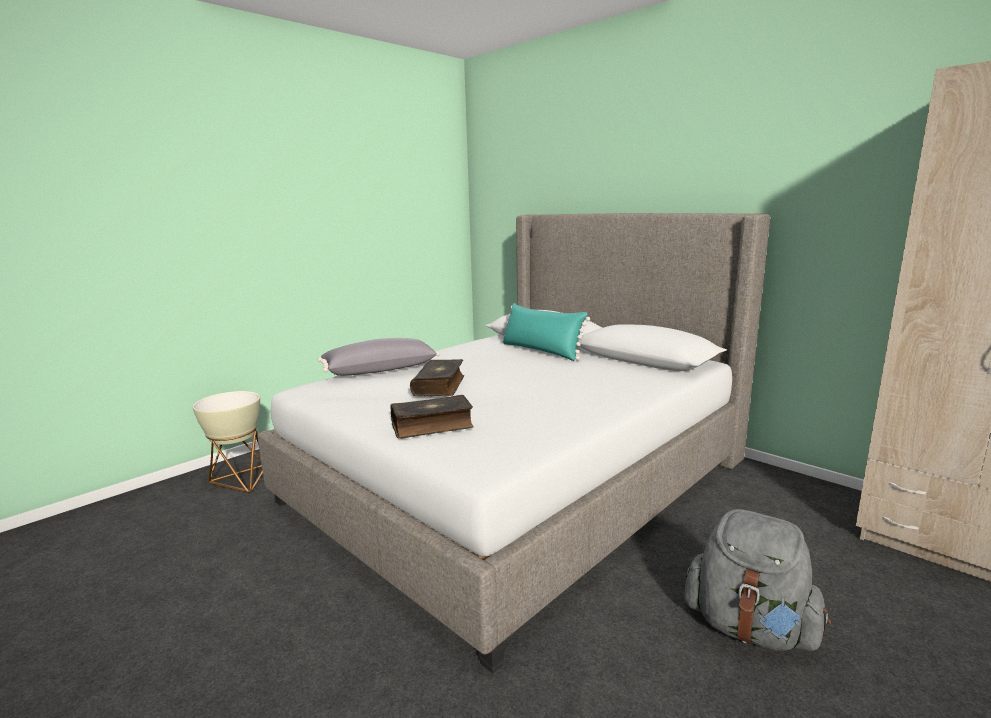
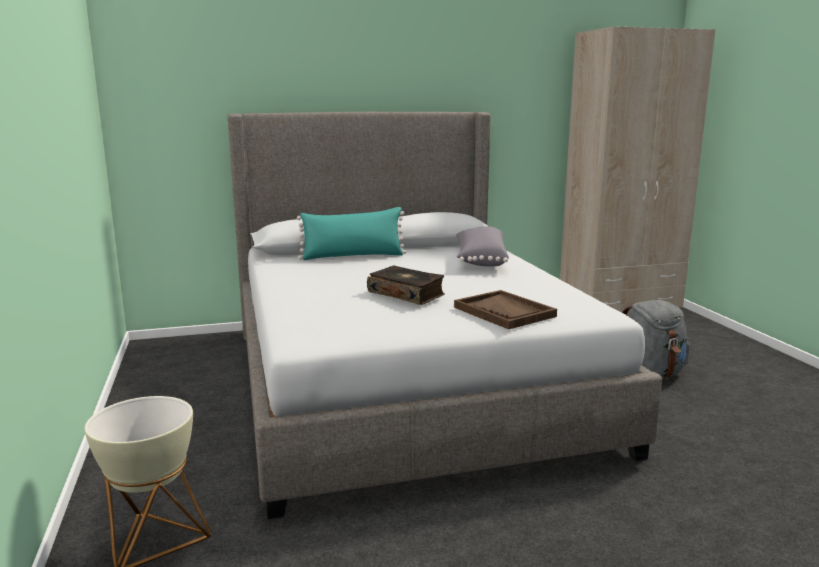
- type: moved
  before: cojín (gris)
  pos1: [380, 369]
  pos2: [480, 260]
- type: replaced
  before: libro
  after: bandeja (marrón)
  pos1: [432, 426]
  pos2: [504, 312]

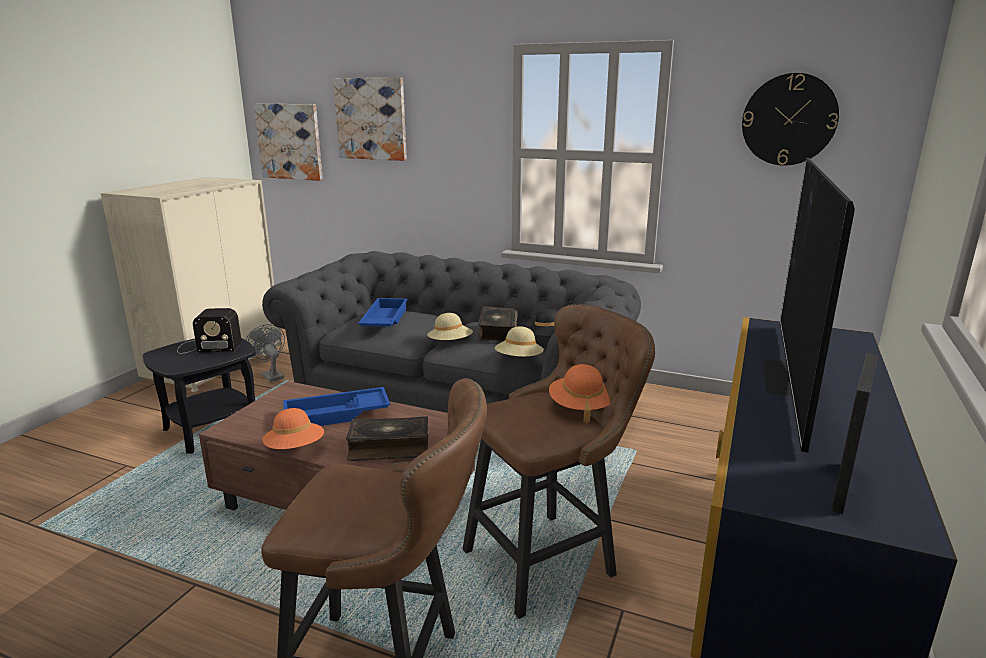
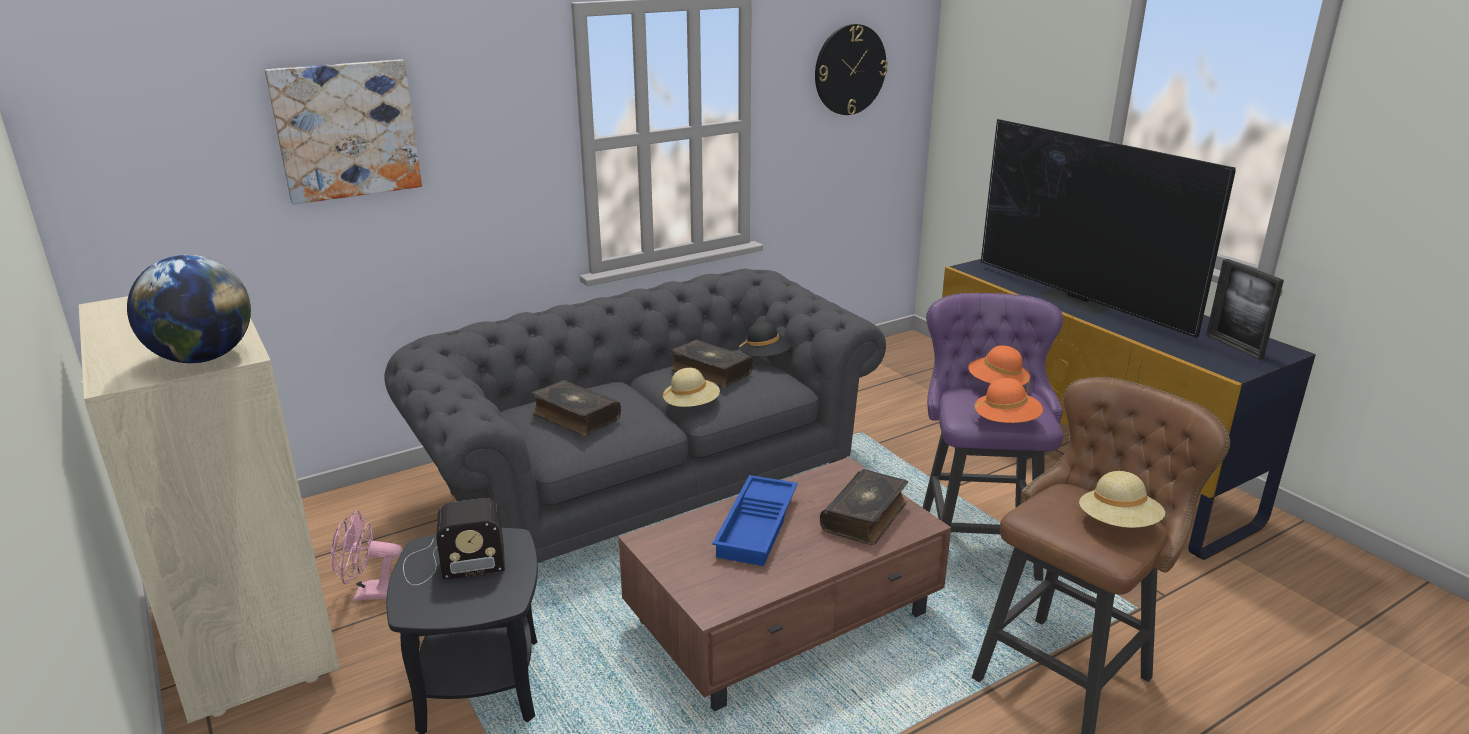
- type: removed
  before: cuadro
  pos1: [290, 141]
- type: replaced
  before: bandeja (azul)
  after: libro
  pos1: [383, 320]
  pos2: [575, 417]
- type: recoloured
  before: taburete (marrón)
  after: taburete (morado)
  pos1: [553, 556]
  pos2: [976, 534]
- type: turned
  before: radio
  pos1: [207, 346]
  pos2: [451, 563]
  turn: 45
- type: recoloured
  before: ventilador (gris)
  after: ventilador (rosa)
  pos1: [270, 375]
  pos2: [370, 593]
- type: moved
  before: sombrero (beis)
  pos1: [519, 360]
  pos2: [1118, 524]
- type: moved
  before: sombrero (naranja)
  pos1: [295, 448]
  pos2: [1006, 422]
- type: added
  after: globo terráqueo
  pos2: [202, 358]

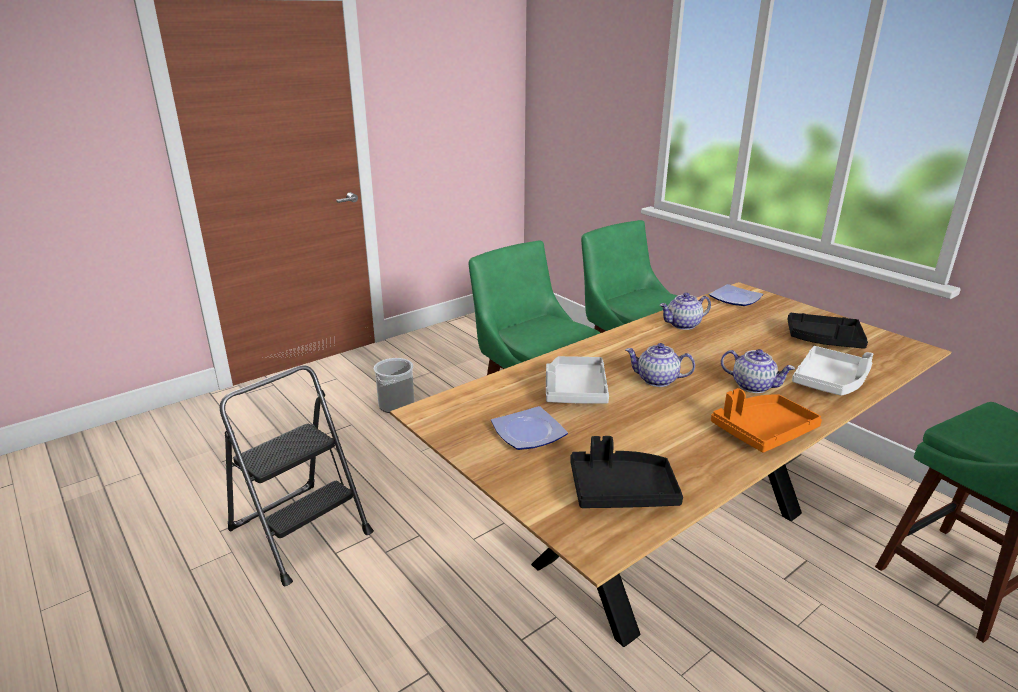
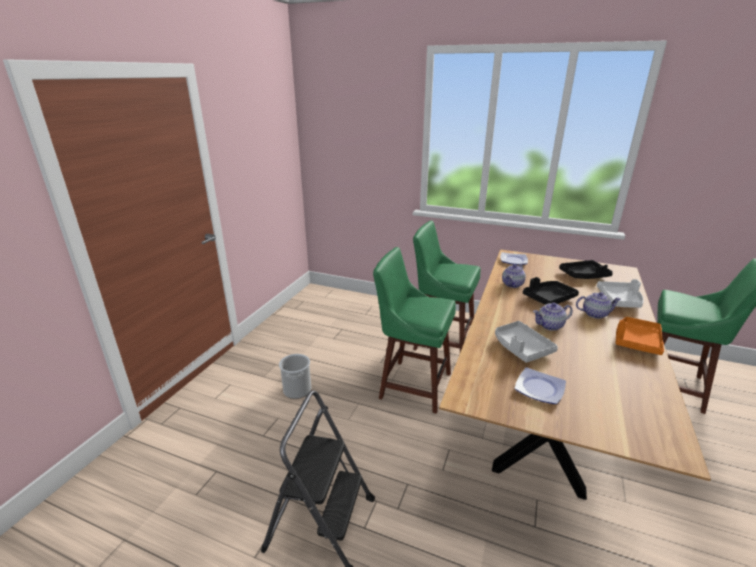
- type: moved
  before: bandeja (negro)
  pos1: [621, 491]
  pos2: [548, 298]

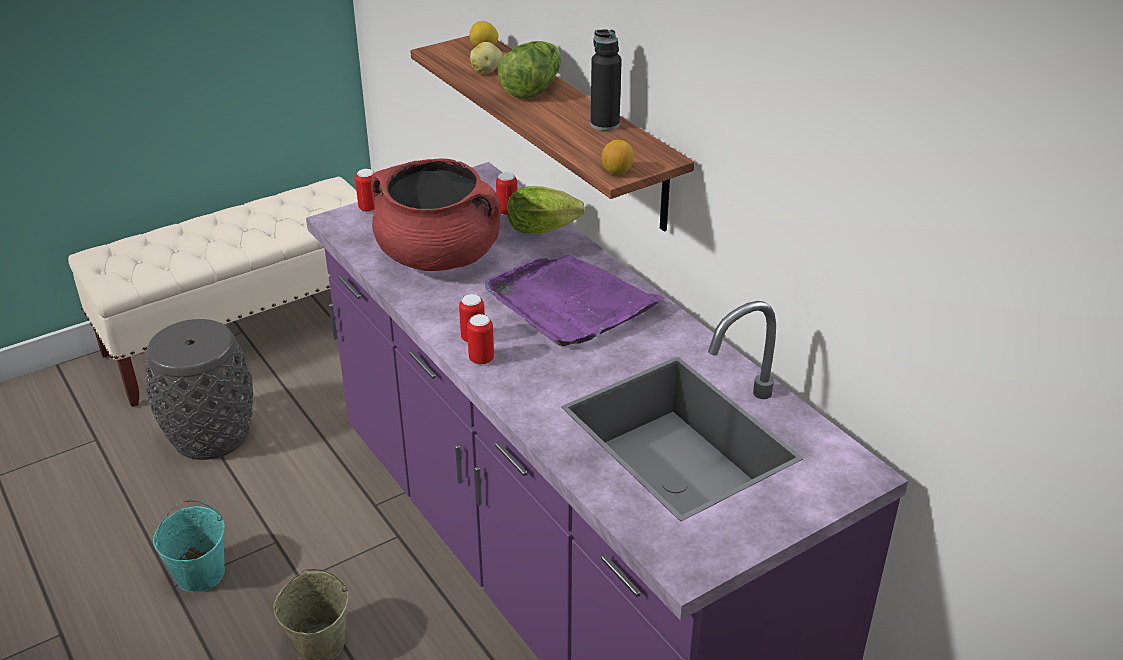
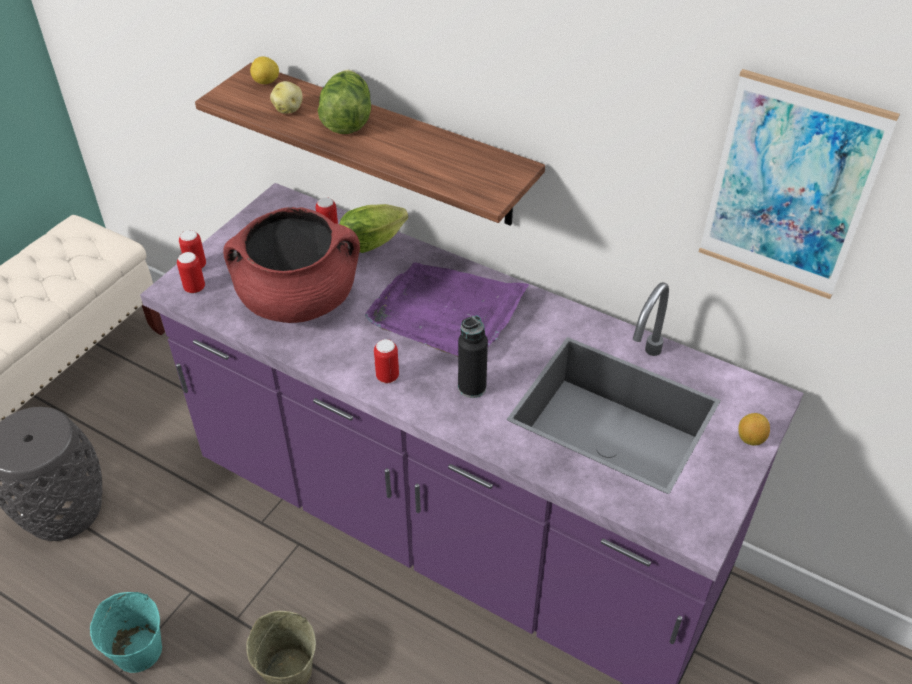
- type: moved
  before: botella (negro)
  pos1: [604, 124]
  pos2: [472, 387]
- type: moved
  before: limón
  pos1: [617, 171]
  pos2: [750, 438]
- type: moved
  before: lata
  pos1: [481, 359]
  pos2: [194, 288]
- type: added
  after: cuadro
  pos2: [789, 188]

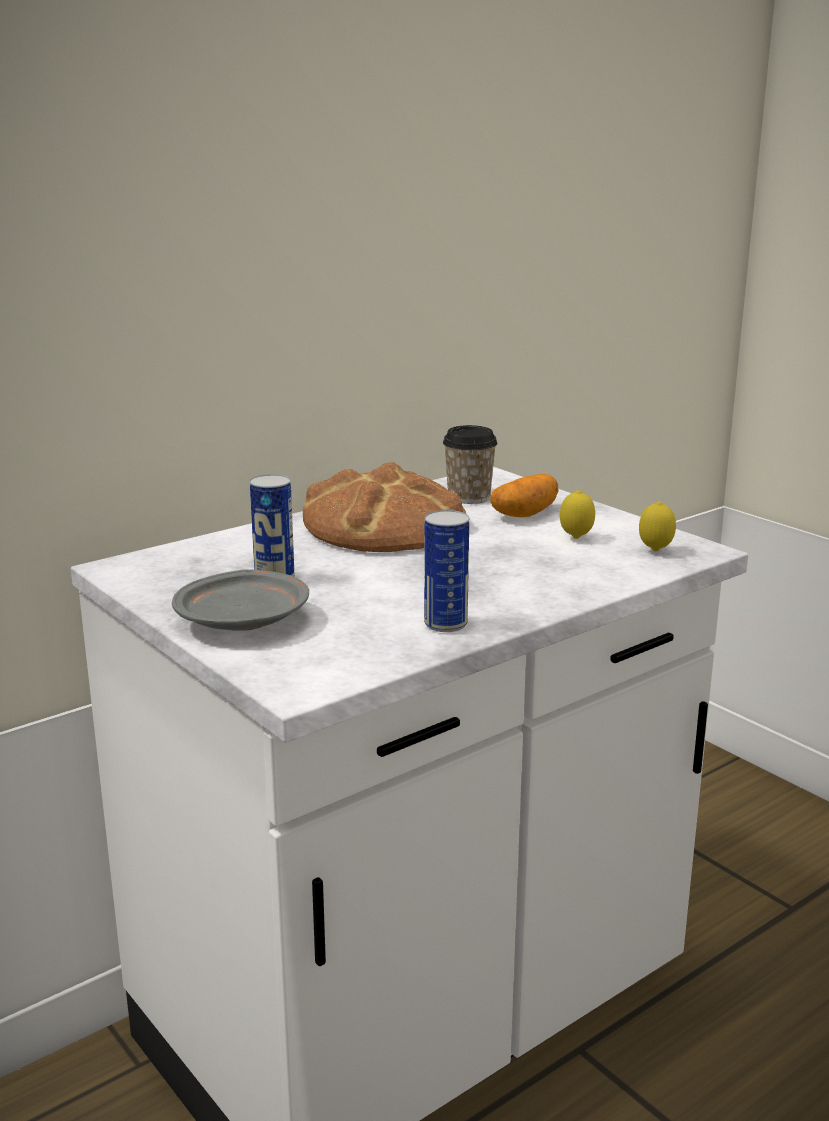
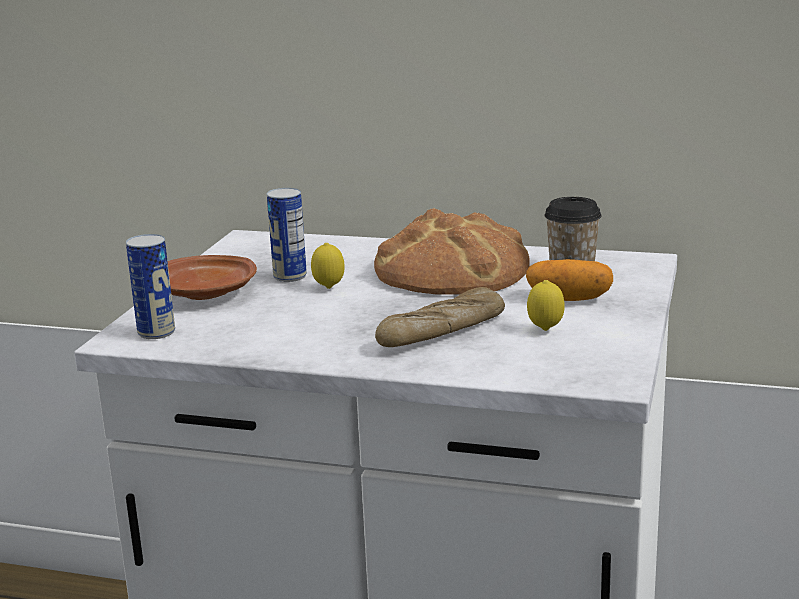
- type: moved
  before: limón
  pos1: [655, 551]
  pos2: [329, 288]
- type: moved
  before: lata
  pos1: [445, 624]
  pos2: [156, 332]
- type: recoloured
  before: plato (gris)
  after: plato (marrón)
  pos1: [244, 620]
  pos2: [206, 293]
- type: added
  after: pan
  pos2: [442, 332]

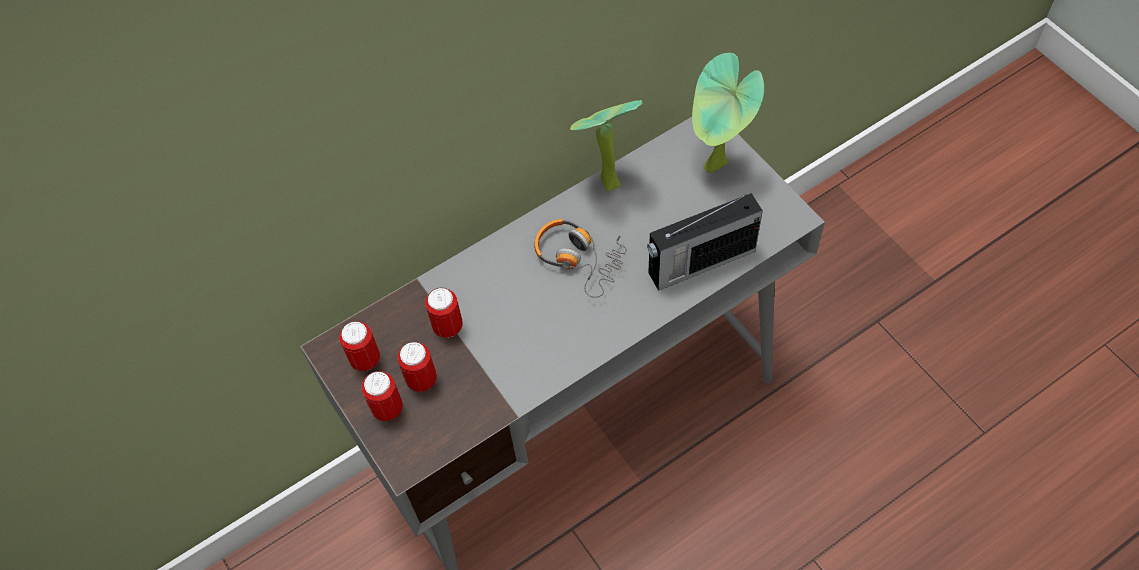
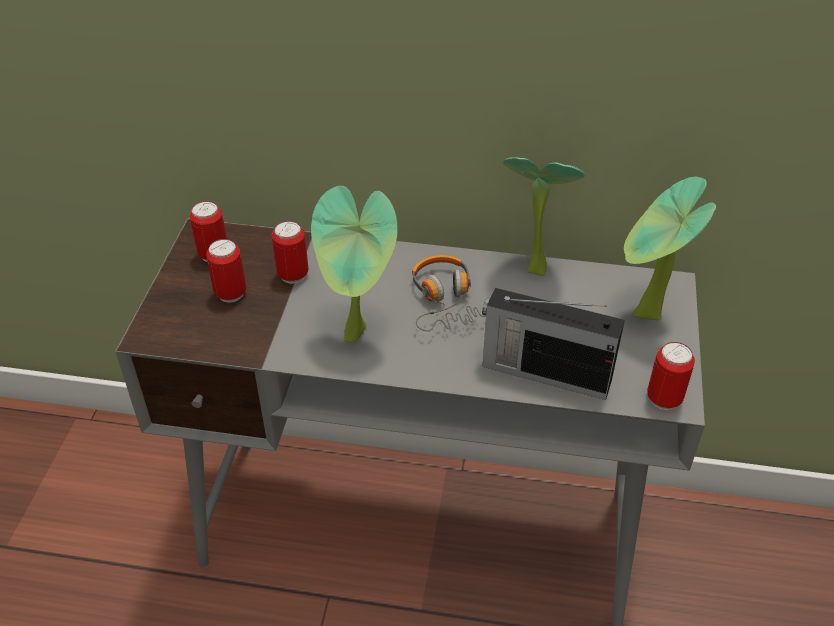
- type: moved
  before: lata
  pos1: [387, 409]
  pos2: [664, 399]
- type: added
  after: planta en maceta
  pos2: [358, 336]

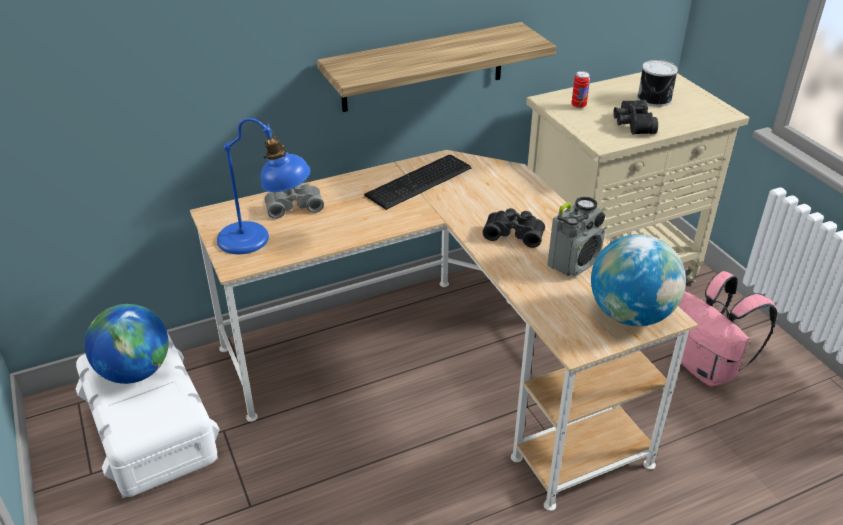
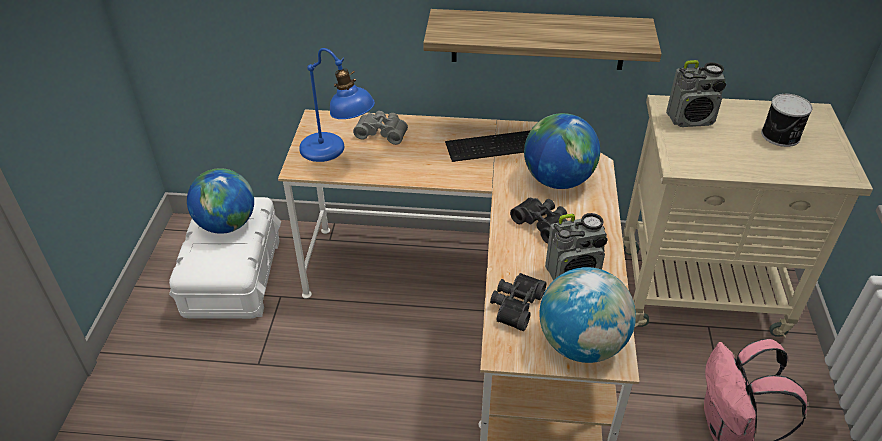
- type: replaced
  before: lata
  after: radio
  pos1: [578, 106]
  pos2: [691, 119]
- type: moved
  before: prismáticos (negro)
  pos1: [632, 124]
  pos2: [514, 305]
- type: added
  after: globo terráqueo
  pos2: [557, 180]

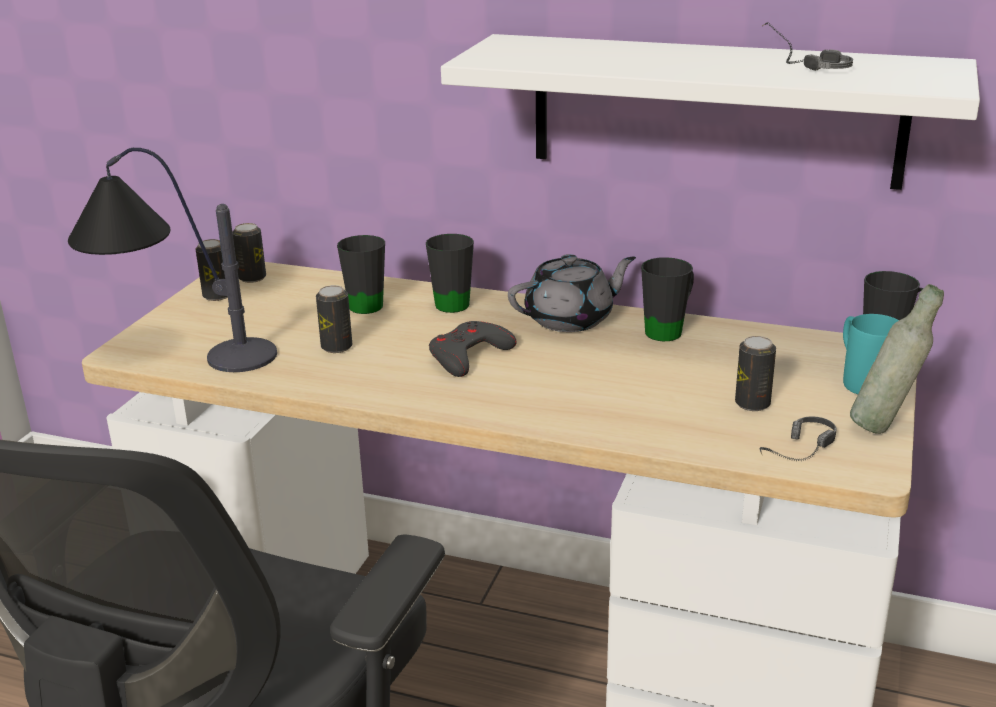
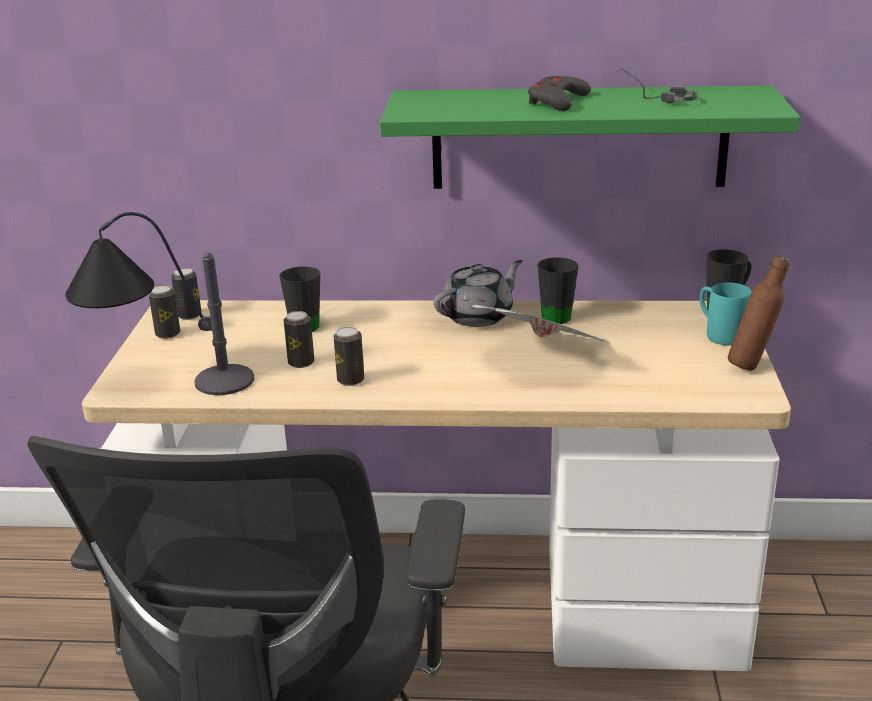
- type: recoloured
  before: estante (blanco)
  after: estante (verde)
  pos1: [714, 110]
  pos2: [579, 138]
- type: removed
  before: taza grande (negro)
  pos1: [452, 301]
- type: recoloured
  before: botella (gris)
  after: botella (marrón)
  pos1: [885, 427]
  pos2: [752, 365]
- type: moved
  before: mando de consola (gris)
  pos1: [469, 356]
  pos2: [557, 101]
- type: moved
  before: lata
  pos1: [752, 404]
  pos2: [350, 380]
- type: removed
  before: auriculares
  pos1: [798, 454]
- type: added
  after: periódico
  pos2: [546, 358]

